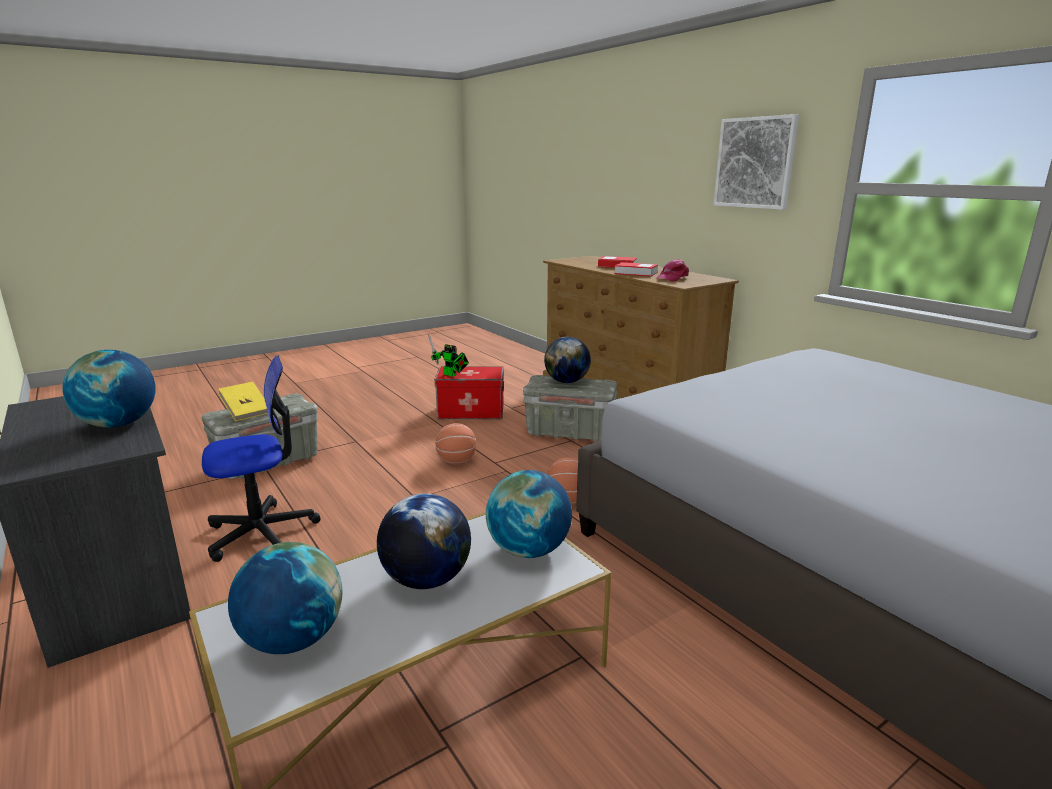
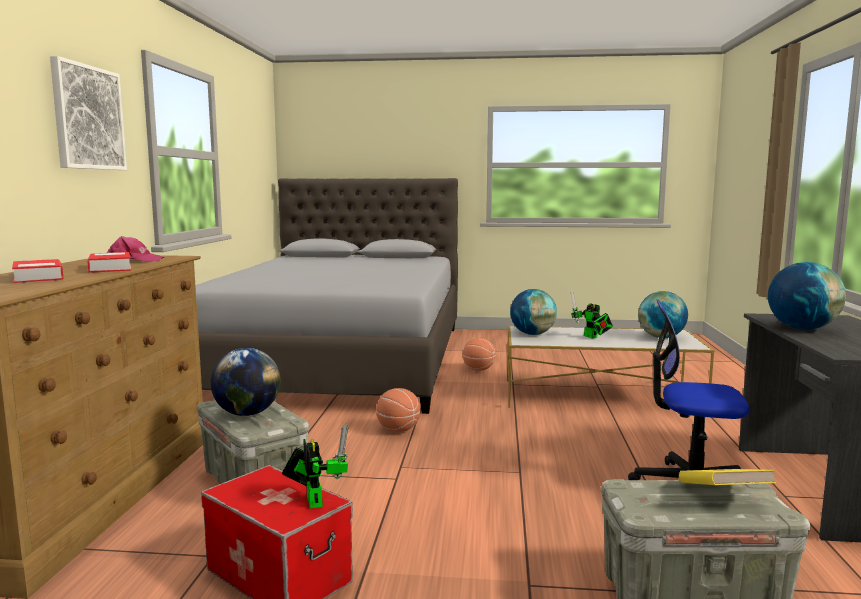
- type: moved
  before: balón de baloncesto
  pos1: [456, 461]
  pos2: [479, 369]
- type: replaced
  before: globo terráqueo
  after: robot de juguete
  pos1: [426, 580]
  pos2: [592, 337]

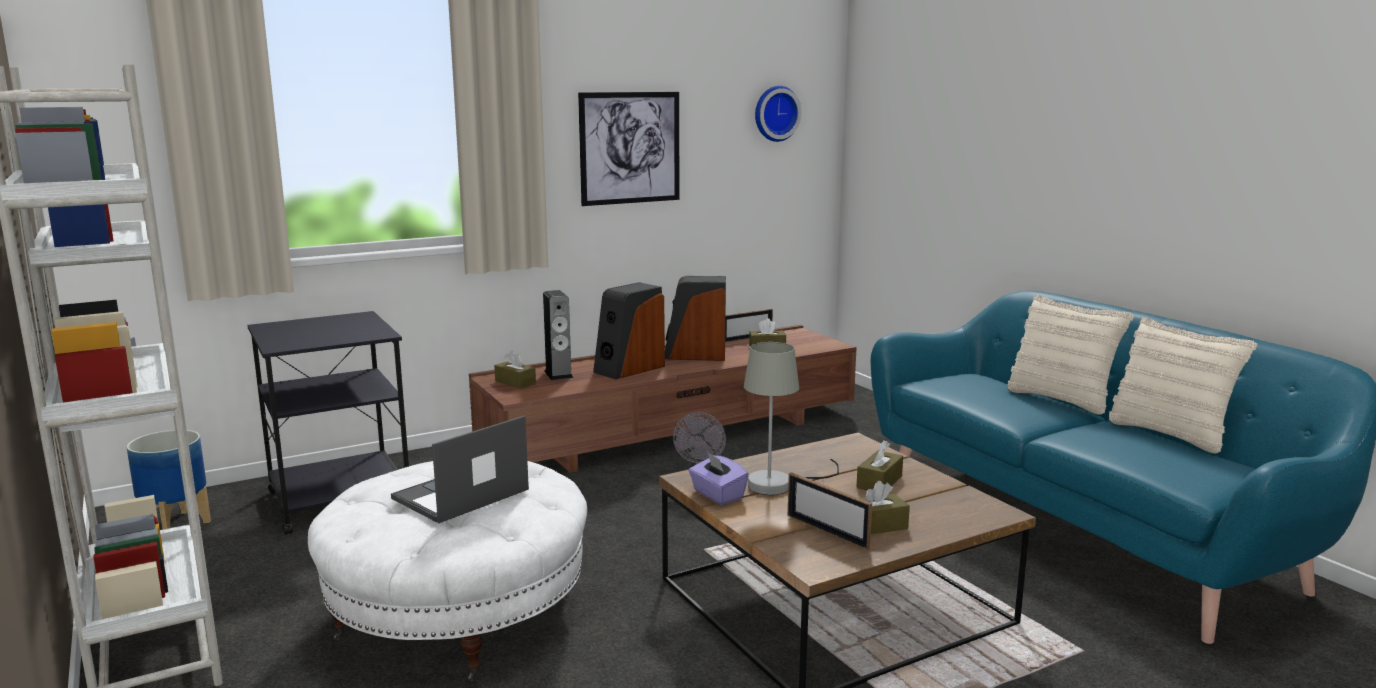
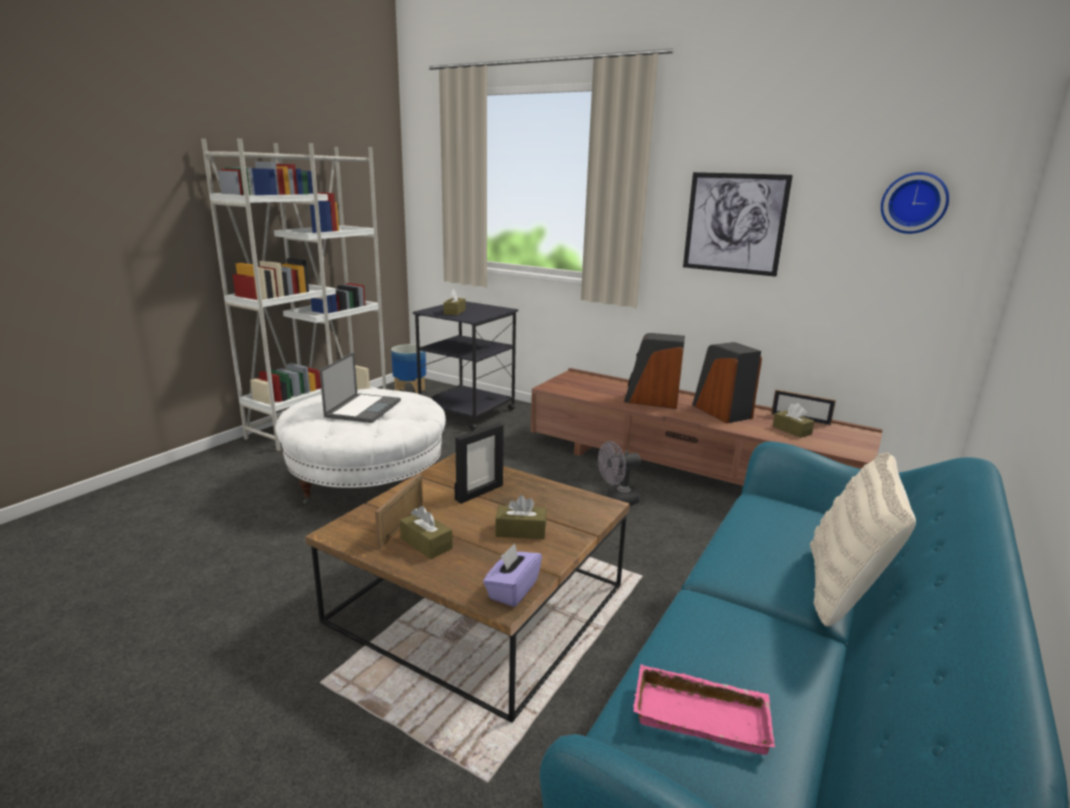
- type: removed
  before: altavoz
  pos1: [558, 374]
- type: removed
  before: cojín (beis)
  pos1: [1171, 435]
- type: replaced
  before: lámpara de mesa (gris)
  after: portarretratos
  pos1: [780, 483]
  pos2: [479, 492]
- type: moved
  before: caja de pañuelos (marrón)
  pos1: [515, 382]
  pos2: [454, 312]
- type: turned
  before: portátil
  pos1: [460, 495]
  pos2: [363, 408]
  turn: 90
- type: moved
  before: caja de pañuelos (morado)
  pos1: [717, 495]
  pos2: [512, 590]
- type: added
  after: bandeja (rosa)
  pos2: [702, 714]

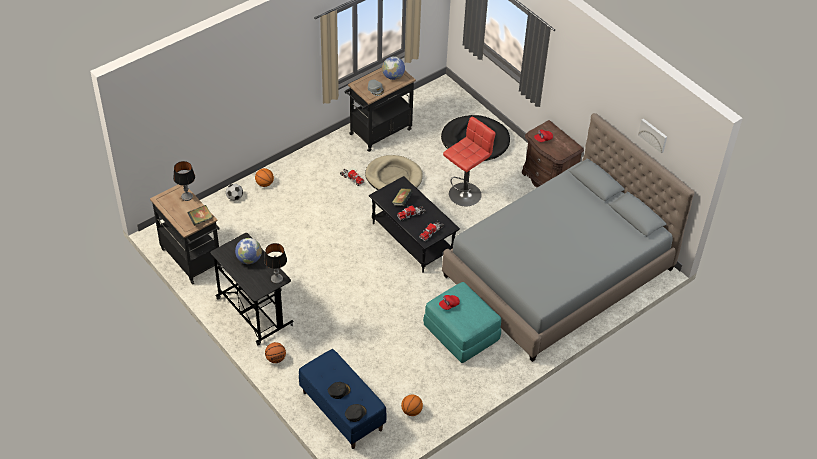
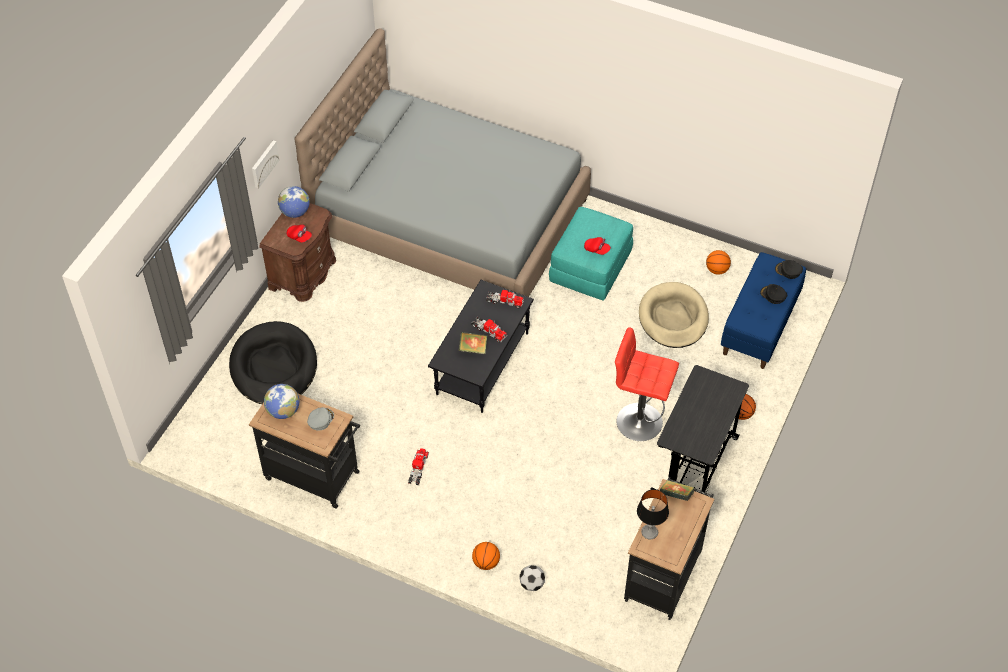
- type: moved
  before: taburete (rojo)
  pos1: [465, 194]
  pos2: [639, 421]
- type: moved
  before: cuadro
  pos1: [653, 135]
  pos2: [264, 163]
- type: moved
  before: cama para perro (beis)
  pos1: [394, 177]
  pos2: [673, 318]
- type: moved
  before: globo terráqueo
  pos1: [249, 259]
  pos2: [295, 212]
- type: removed
  before: lámpara de mesa
  pos1: [277, 279]

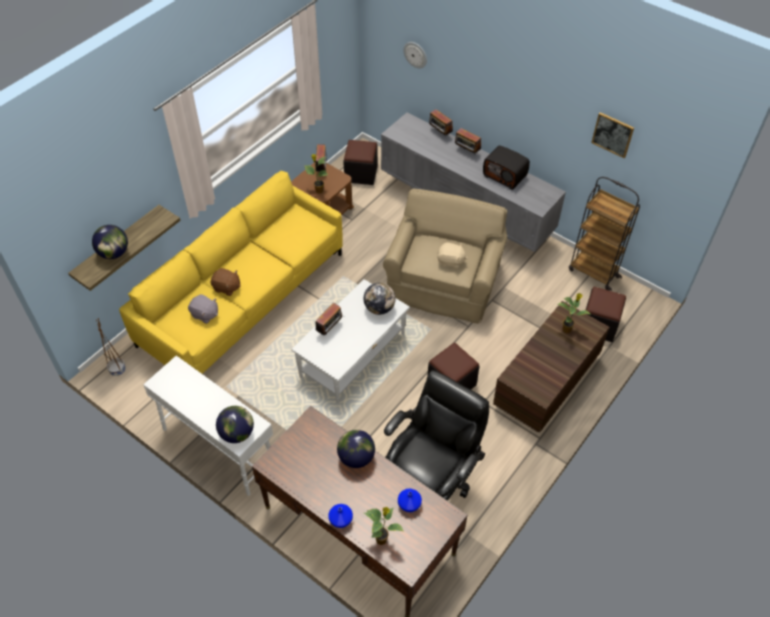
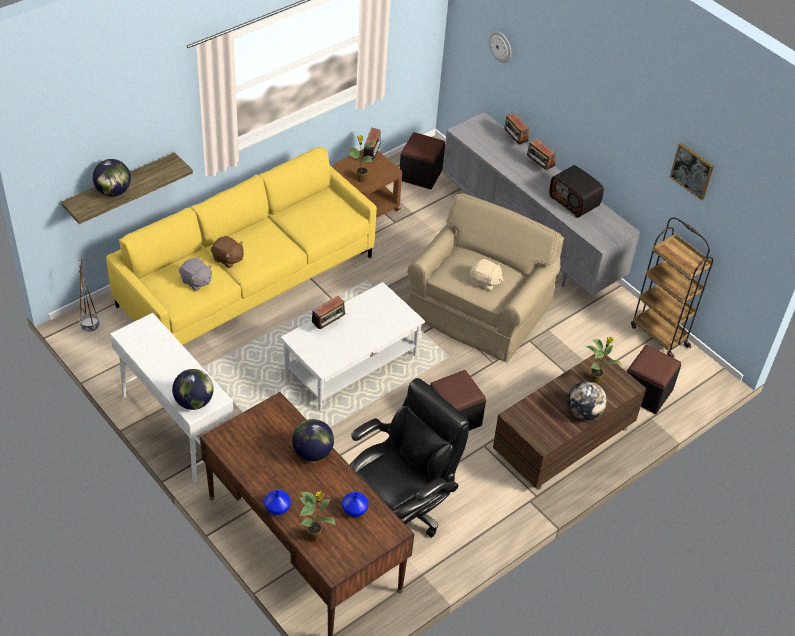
- type: moved
  before: globo terráqueo
  pos1: [379, 308]
  pos2: [583, 412]

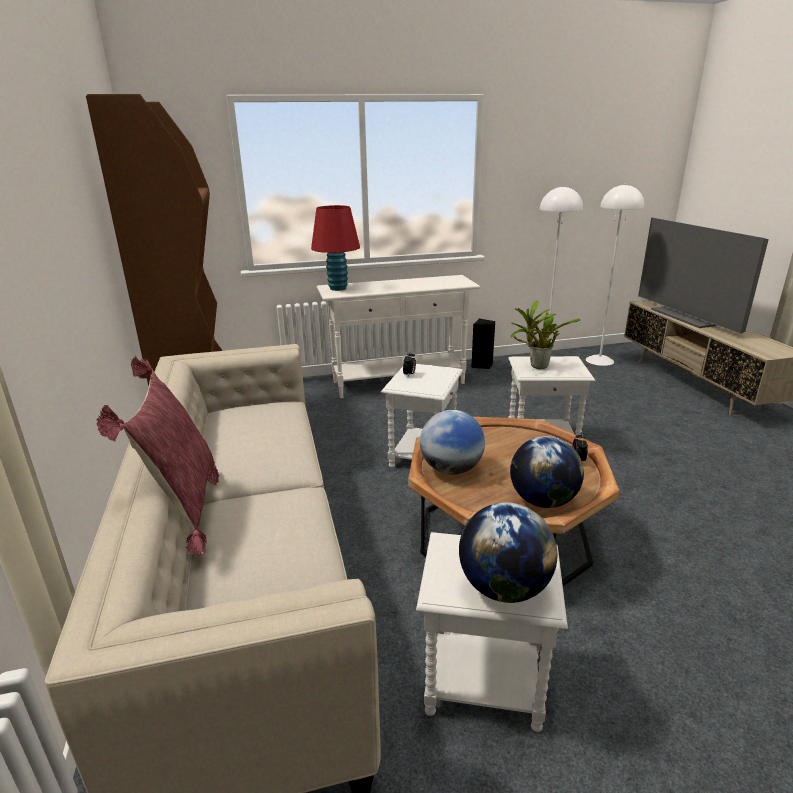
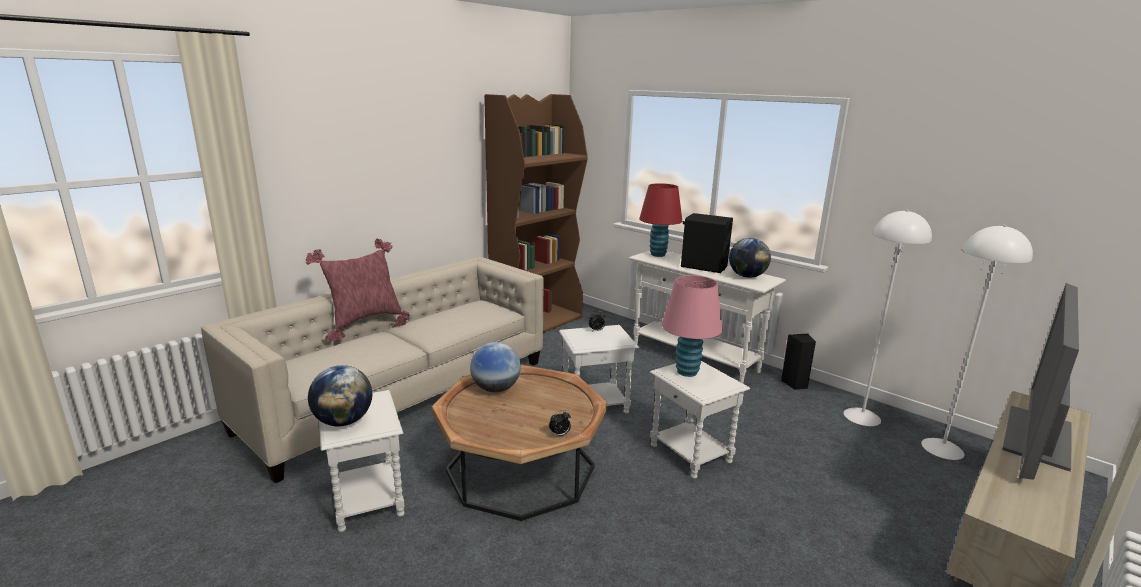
- type: replaced
  before: planta en maceta
  after: lámpara de mesa (rosa)
  pos1: [536, 366]
  pos2: [687, 372]
- type: moved
  before: globo terráqueo
  pos1: [542, 501]
  pos2: [747, 276]
- type: added
  after: altavoz (negro)
  pos2: [703, 266]

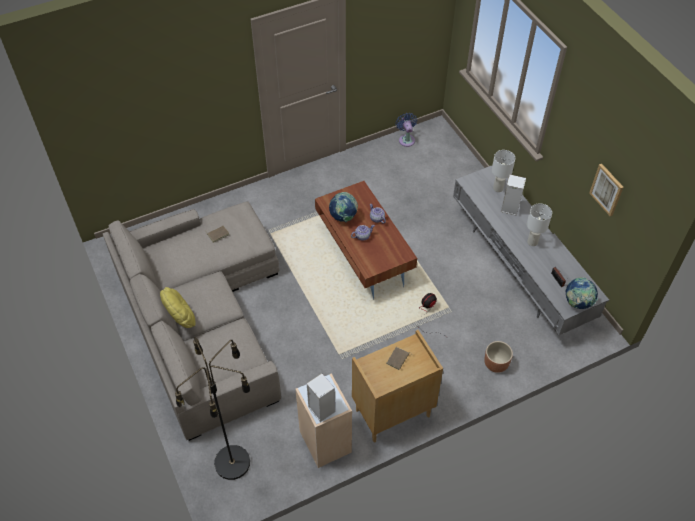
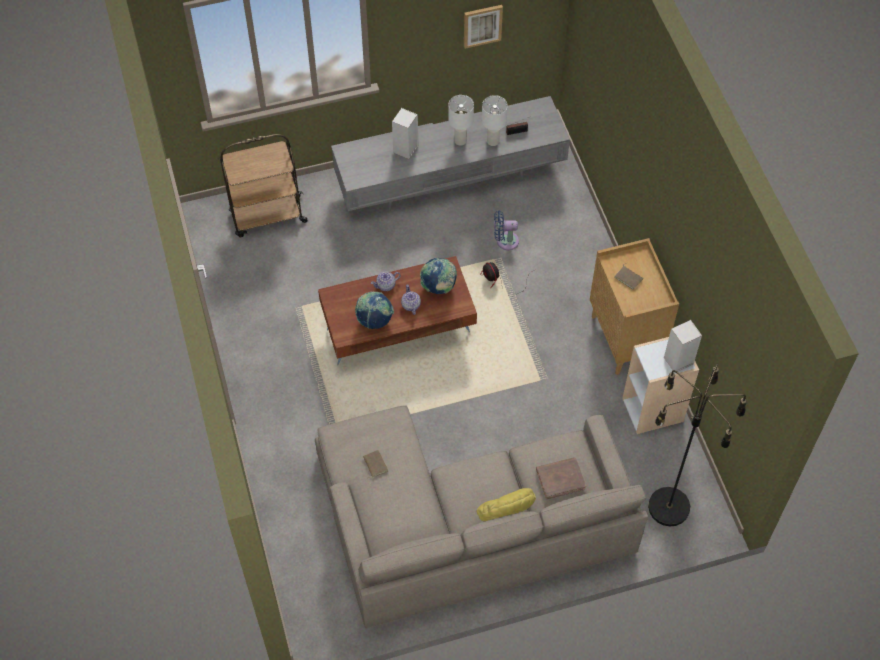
- type: moved
  before: ventilador (azul)
  pos1: [406, 139]
  pos2: [505, 241]
- type: moved
  before: lámpara de mesa (blanco)
  pos1: [498, 188]
  pos2: [492, 141]
- type: moved
  before: globo terráqueo
  pos1: [577, 303]
  pos2: [438, 287]
- type: removed
  before: maceta (marrón)
  pos1: [496, 364]
- type: added
  after: carrito (marrón)
  pos2: [267, 217]
- type: added
  after: libro (marrón)
  pos2: [560, 479]

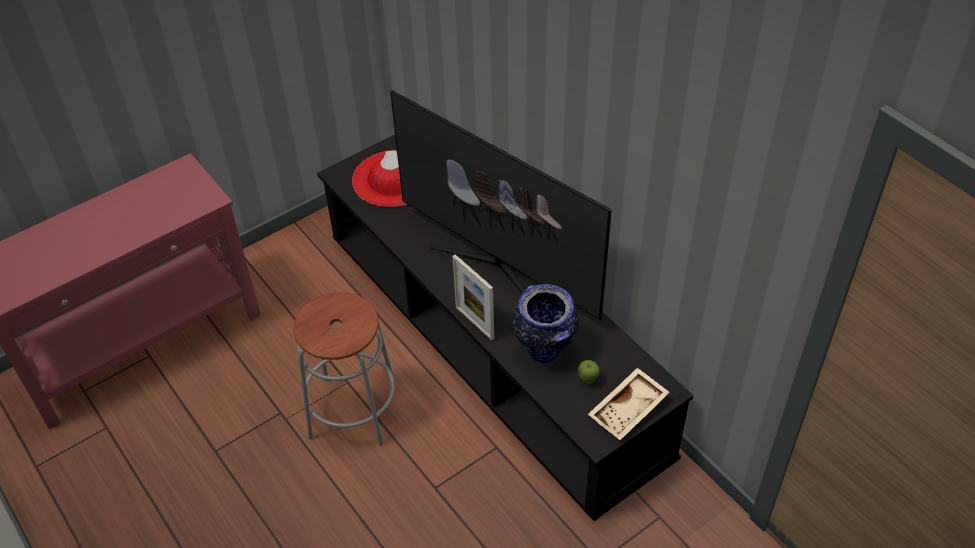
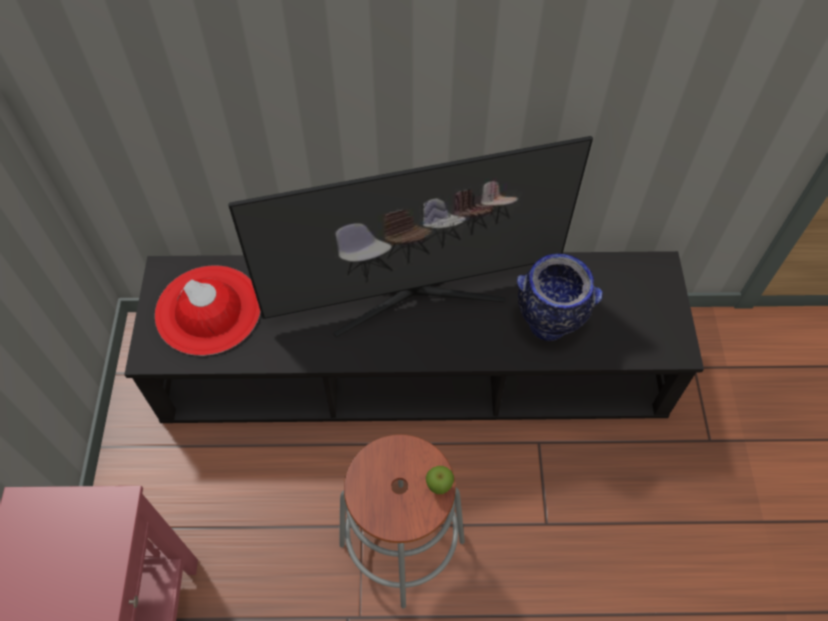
- type: removed
  before: portarretratos
  pos1: [474, 323]
- type: moved
  before: manzana
  pos1: [587, 381]
  pos2: [439, 487]
- type: removed
  before: bandeja (beis)
  pos1: [629, 410]

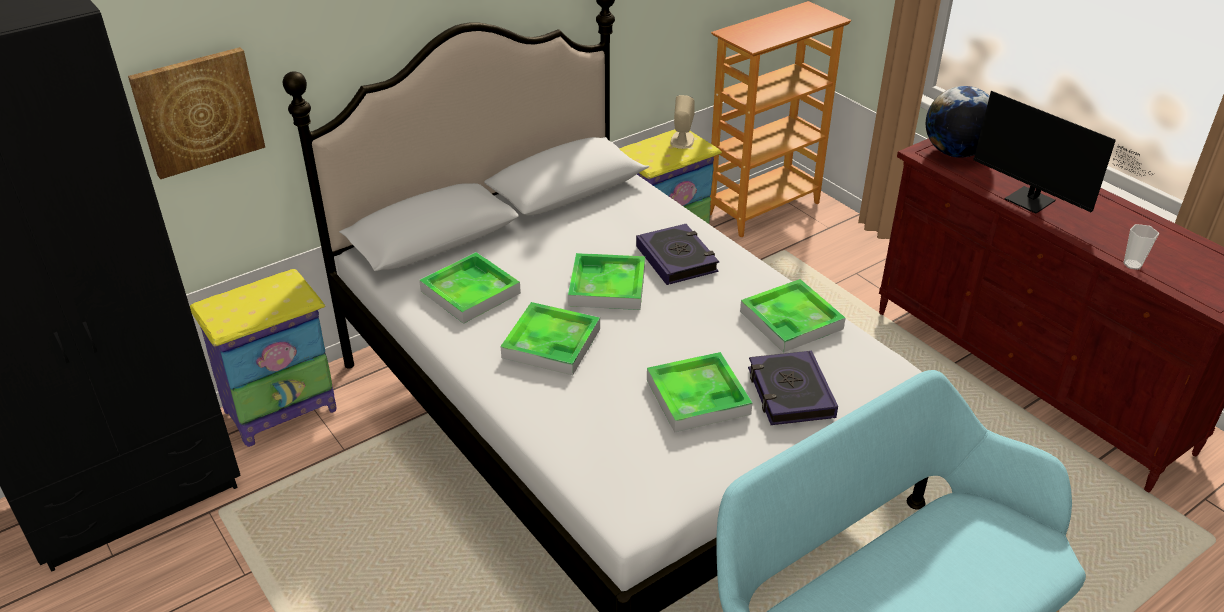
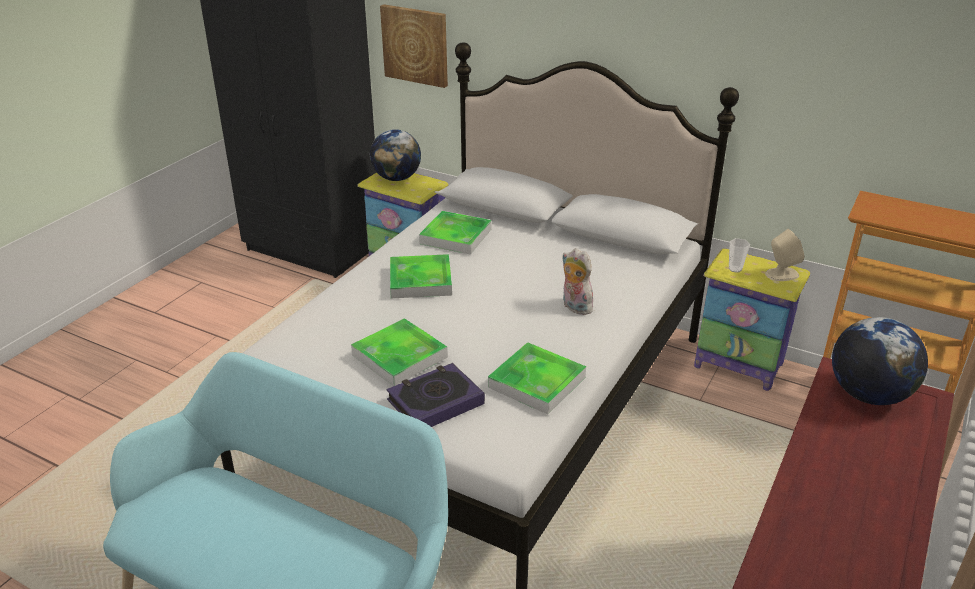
- type: removed
  before: monitor
  pos1: [1034, 203]
- type: replaced
  before: libro
  after: peluche
  pos1: [677, 259]
  pos2: [574, 307]
- type: moved
  before: taza
  pos1: [1132, 264]
  pos2: [735, 269]
- type: removed
  before: bandeja
  pos1: [607, 286]
- type: added
  after: globo terráqueo
  pos2: [397, 178]

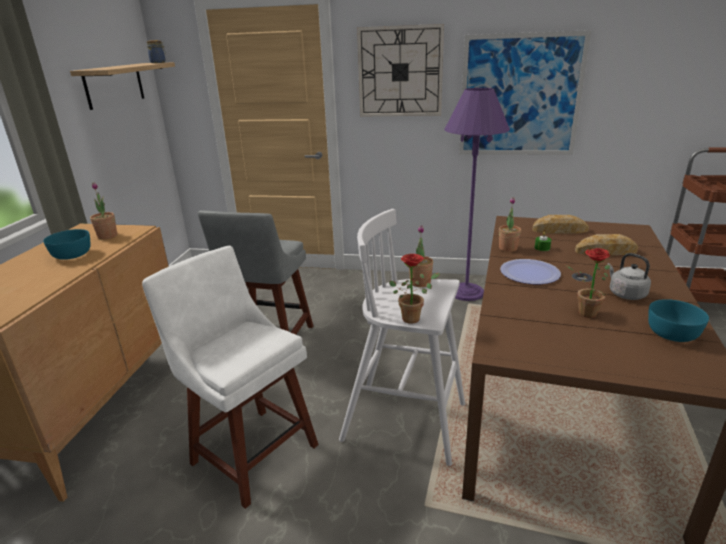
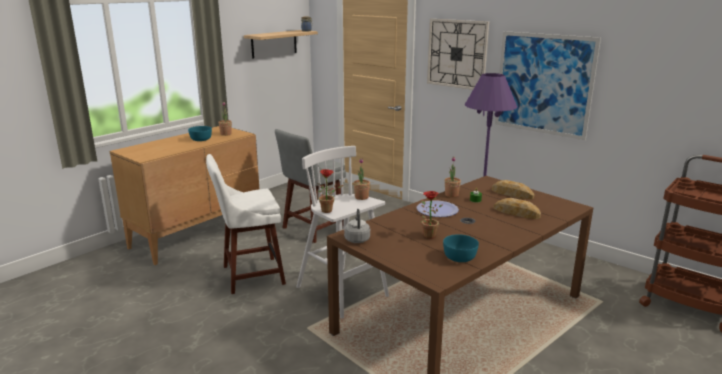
- type: turned
  before: silla (blanco)
  pos1: [251, 450]
  pos2: [249, 275]
  turn: -90
- type: moved
  before: hervidor (gris)
  pos1: [625, 294]
  pos2: [357, 239]

